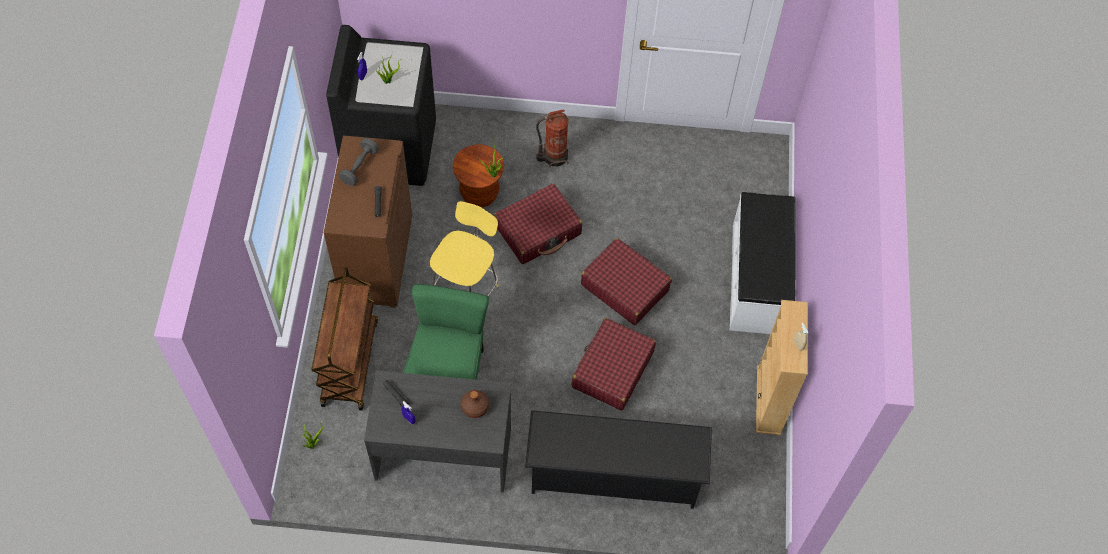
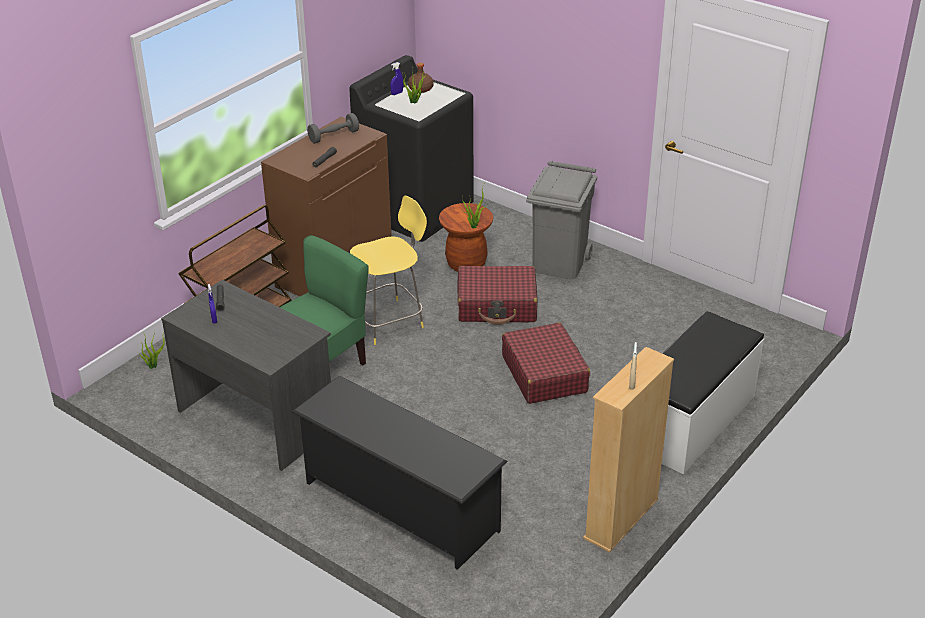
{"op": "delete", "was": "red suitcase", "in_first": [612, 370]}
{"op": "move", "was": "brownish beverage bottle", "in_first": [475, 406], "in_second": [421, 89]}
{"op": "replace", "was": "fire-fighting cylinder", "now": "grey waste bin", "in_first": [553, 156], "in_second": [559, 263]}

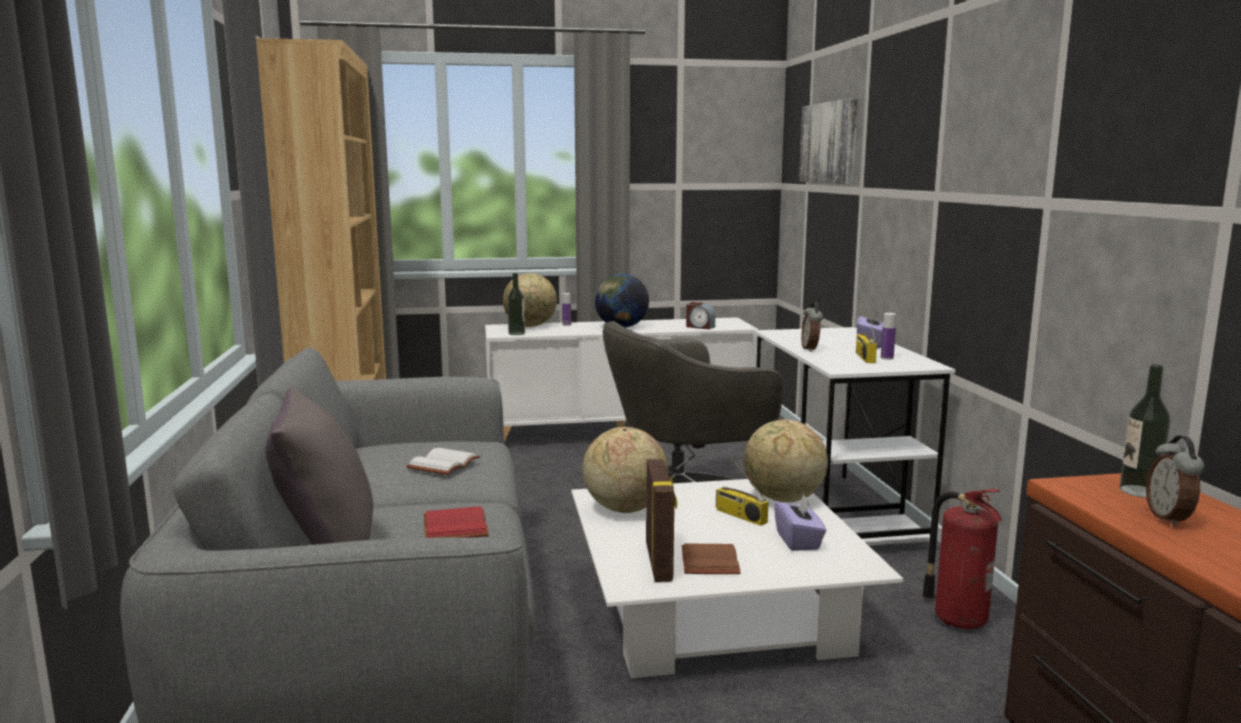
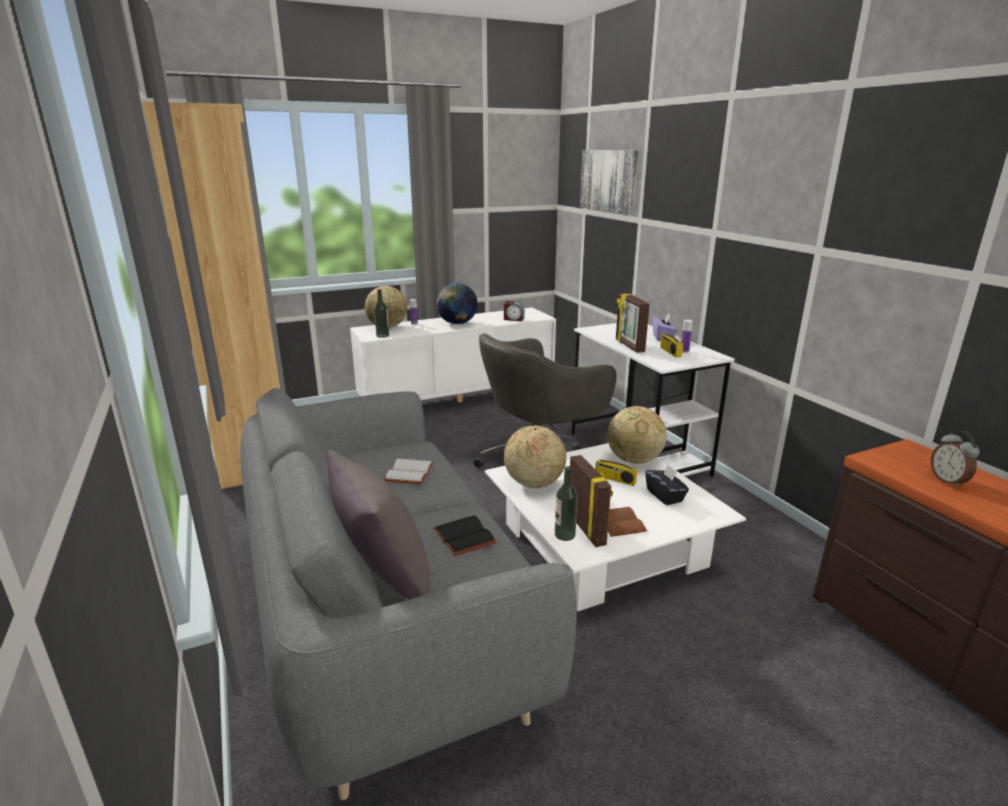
{"op": "delete", "was": "fire-fighting cylinder", "in_first": [958, 618]}
{"op": "move", "was": "beverage bottle", "in_first": [1139, 491], "in_second": [565, 535]}
{"op": "replace", "was": "bedside clock", "now": "picture frame", "in_first": [811, 349], "in_second": [629, 346]}
{"op": "recolor", "was": "red book", "now": "black-coloured book", "in_first": [453, 527], "in_second": [462, 537]}
{"op": "recolor", "was": "purple-coloured box of tissues", "now": "black-coloured box of tissues", "in_first": [798, 541], "in_second": [665, 496]}

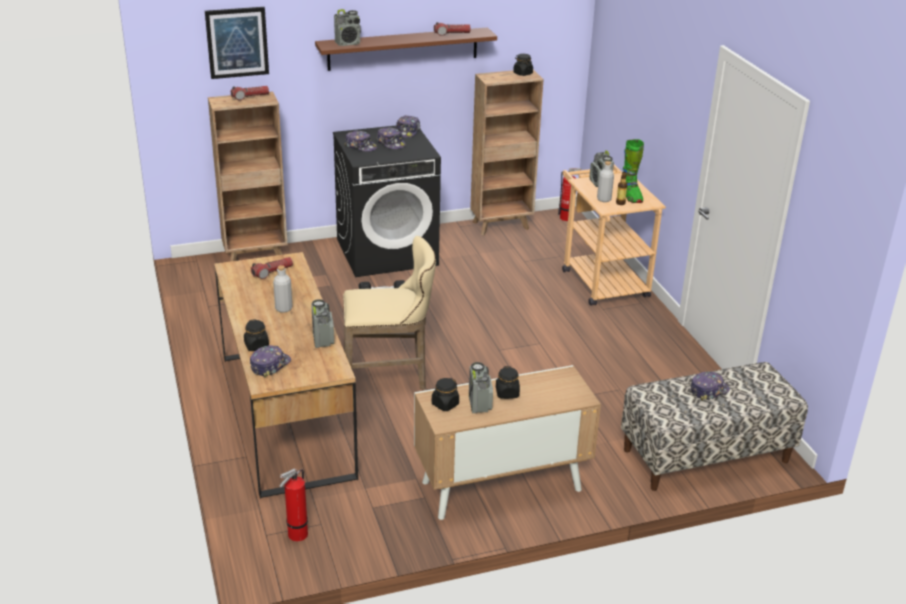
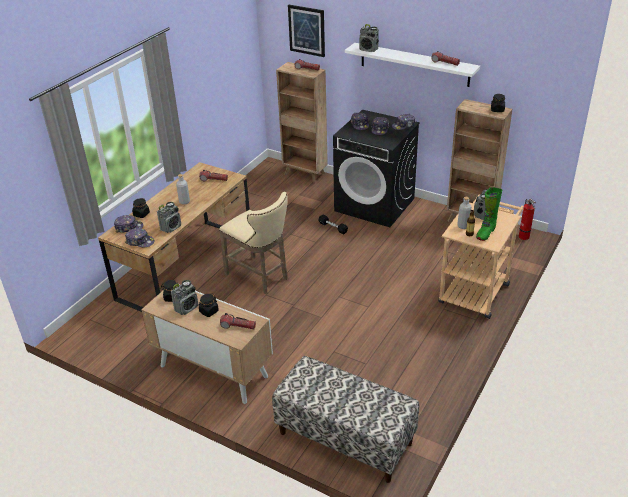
{"op": "delete", "was": "fire-fighting cylinder", "in_first": [296, 536]}
{"op": "insert", "now": "torch", "in_second": [238, 326]}
{"op": "move", "was": "peaked cap", "in_first": [708, 390], "in_second": [140, 241]}
{"op": "recolor", "was": "brownish bracket shelf", "now": "white-coloured bracket shelf", "in_first": [403, 49], "in_second": [414, 64]}

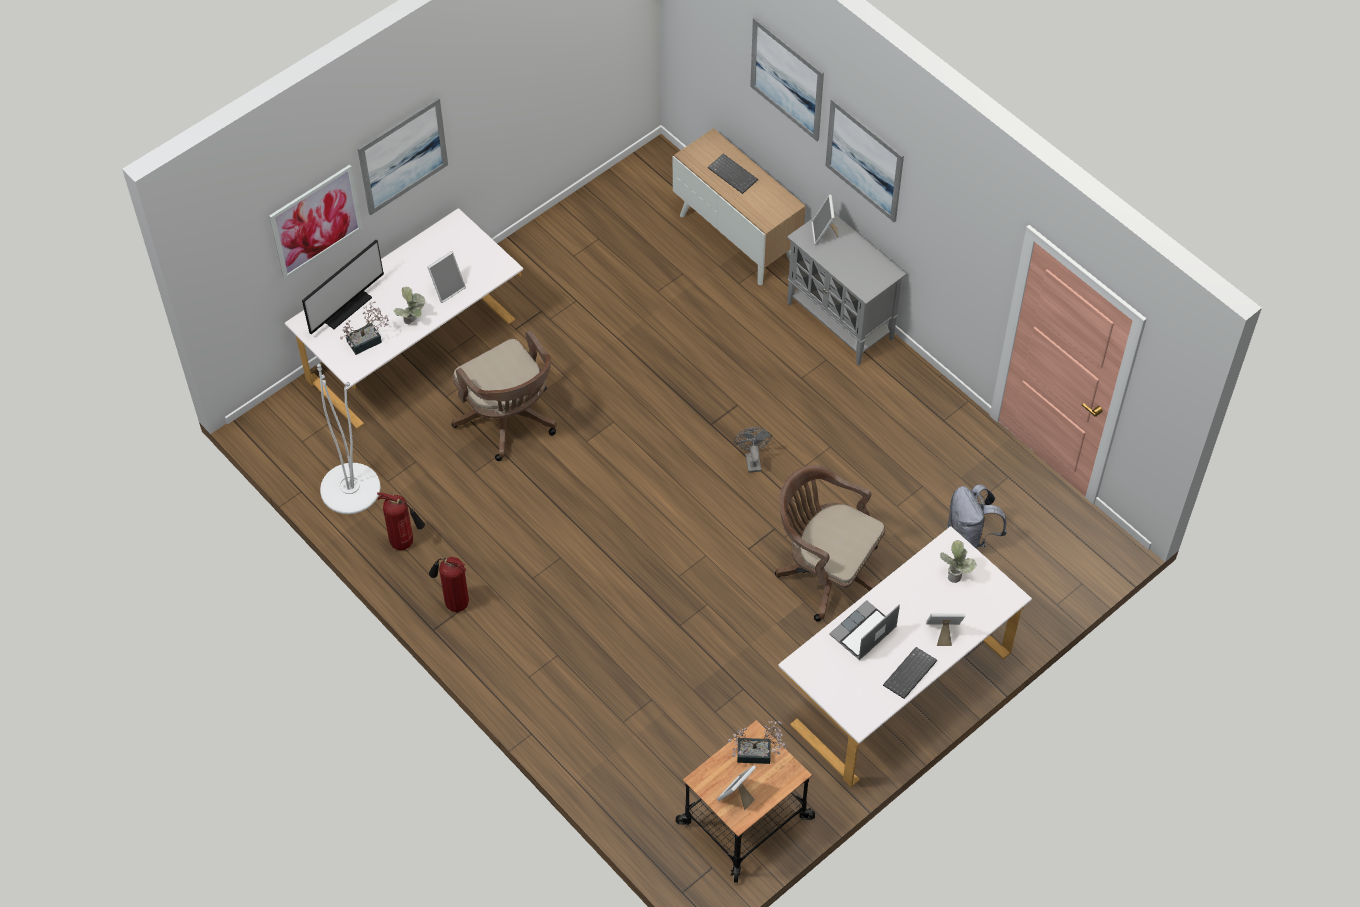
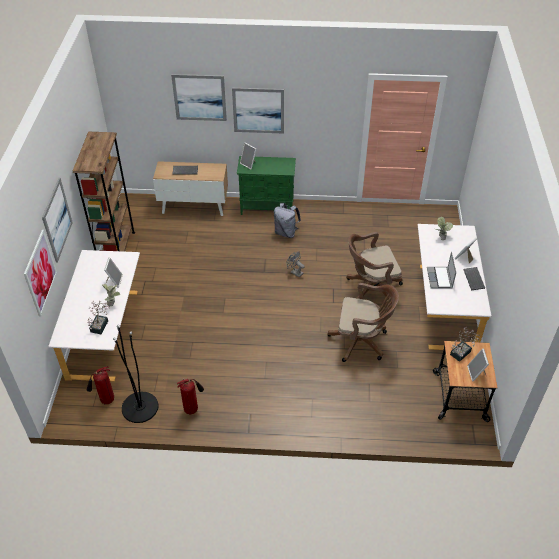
{"op": "delete", "was": "computer display", "in_first": [343, 306]}
{"op": "insert", "now": "brownish shelving unit", "in_second": [117, 250]}
{"op": "move", "was": "fire-fighting cylinder", "in_first": [454, 603], "in_second": [105, 401]}
{"op": "move", "was": "brownish desk chair", "in_first": [509, 421], "in_second": [361, 341]}
{"op": "move", "was": "grey backpack", "in_first": [970, 537], "in_second": [286, 232]}
{"op": "recolor", "was": "white-coloured floor lamp", "now": "black-coloured floor lamp", "in_first": [350, 488], "in_second": [140, 407]}
{"op": "recolor", "was": "grey cupboard", "now": "green cupboard", "in_first": [841, 321], "in_second": [267, 207]}

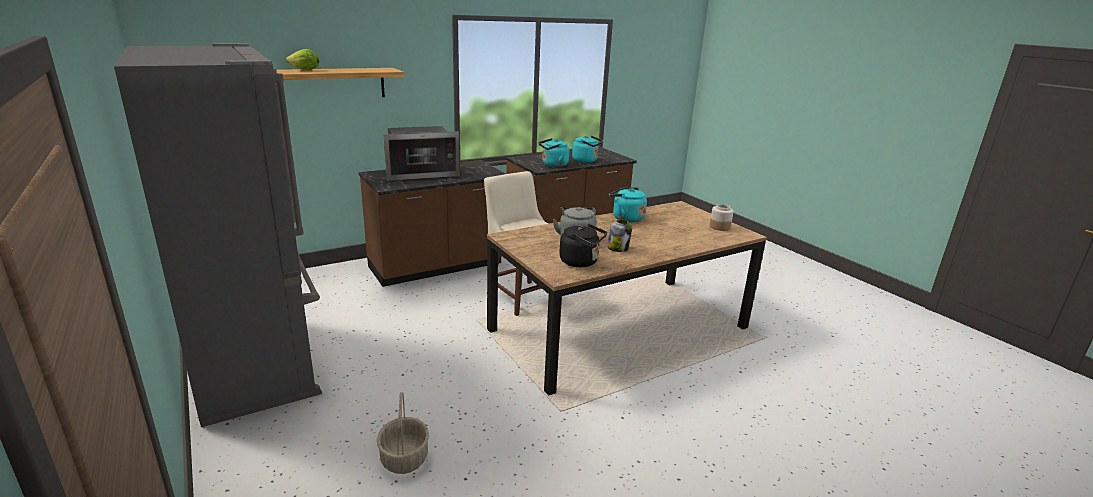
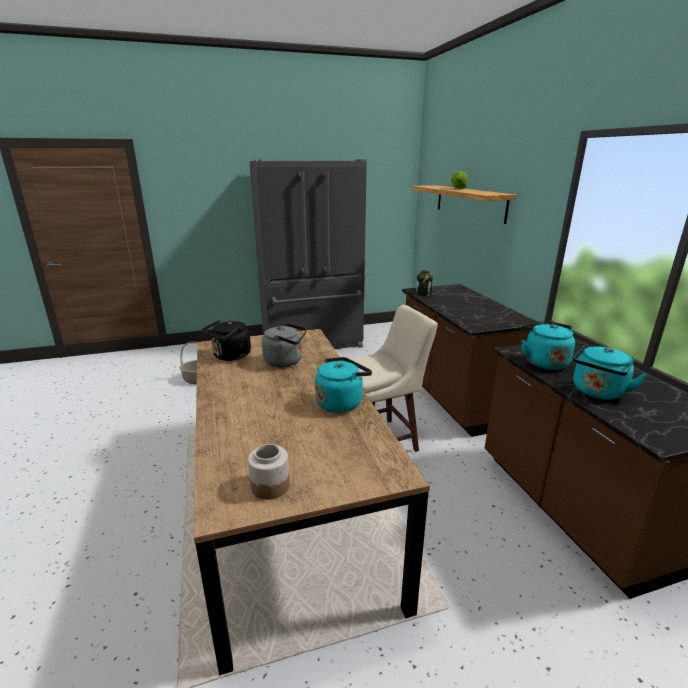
{"op": "delete", "was": "kitchen microwave", "in_first": [420, 173]}
{"op": "move", "was": "storage jar", "in_first": [618, 248], "in_second": [424, 294]}

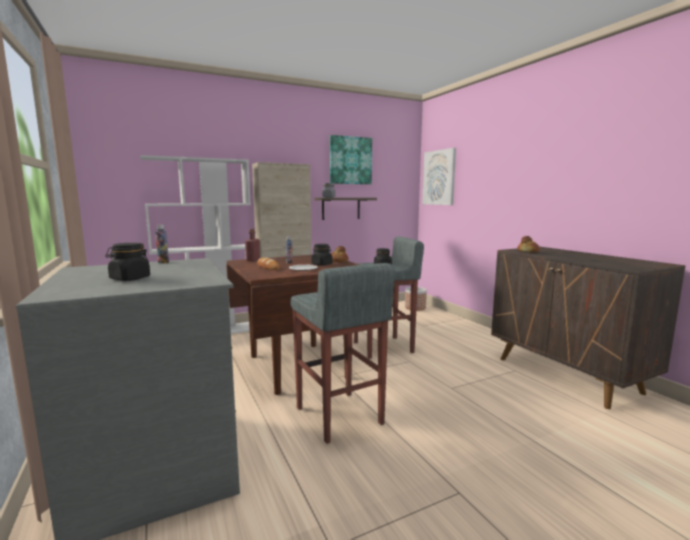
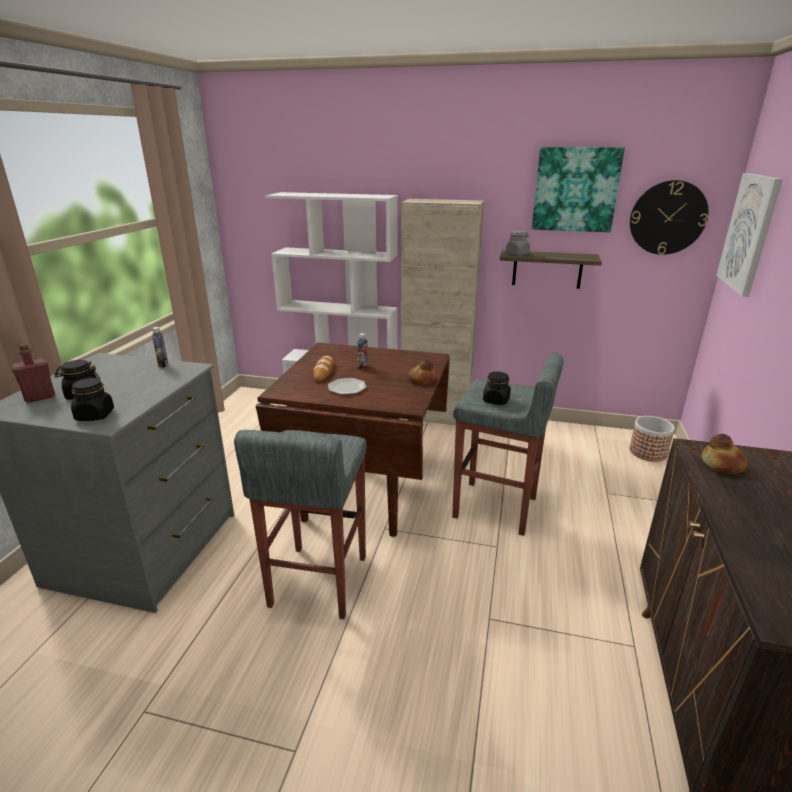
{"op": "insert", "now": "wall clock", "in_second": [667, 218]}
{"op": "move", "was": "red beverage bottle", "in_first": [253, 260], "in_second": [40, 397]}
{"op": "move", "was": "black-coloured storage jar", "in_first": [322, 264], "in_second": [95, 415]}

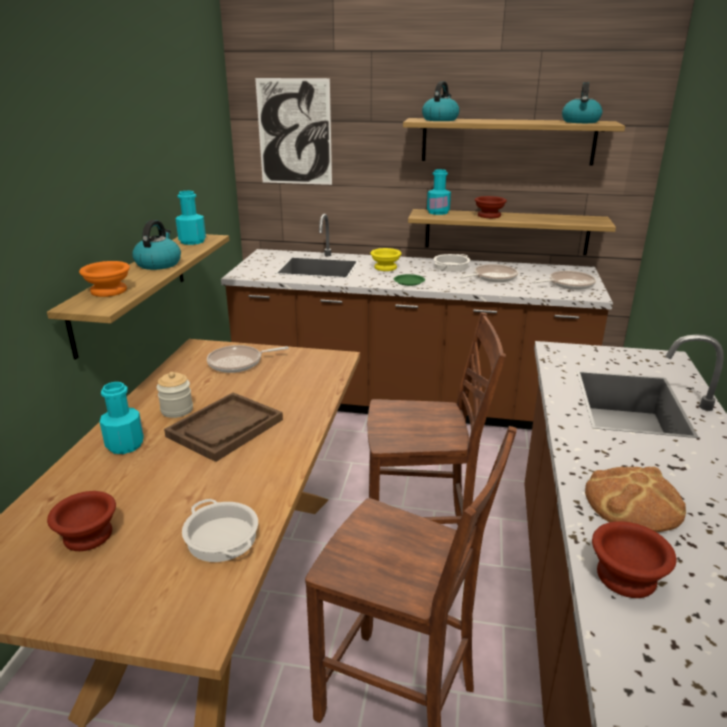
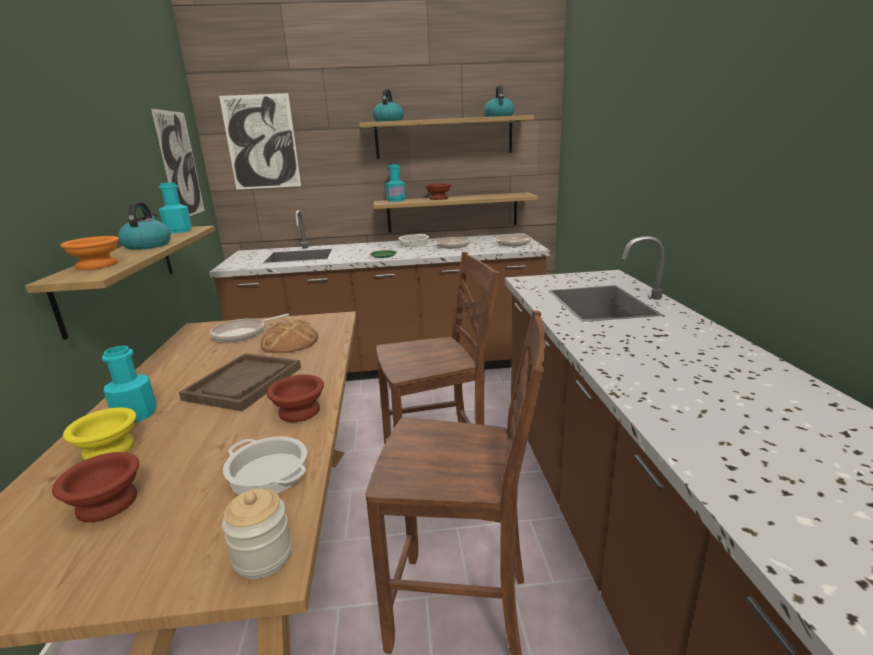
{"op": "insert", "now": "picture", "in_second": [180, 165]}
{"op": "move", "was": "storage jar", "in_first": [177, 410], "in_second": [263, 556]}
{"op": "move", "was": "yellow-coloured deep dish", "in_first": [385, 267], "in_second": [109, 448]}
{"op": "move", "was": "bread", "in_first": [633, 502], "in_second": [290, 342]}
{"op": "move", "was": "brownish deep dish", "in_first": [625, 575], "in_second": [299, 411]}

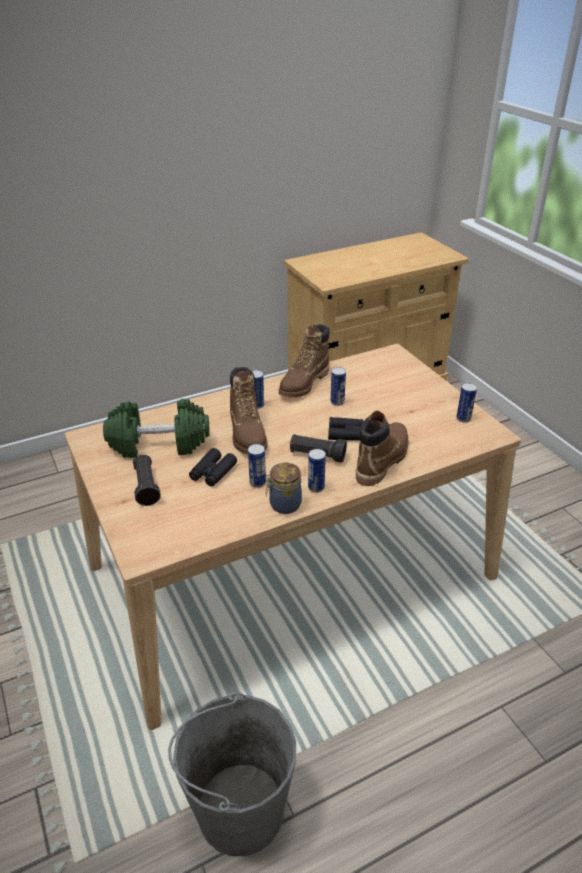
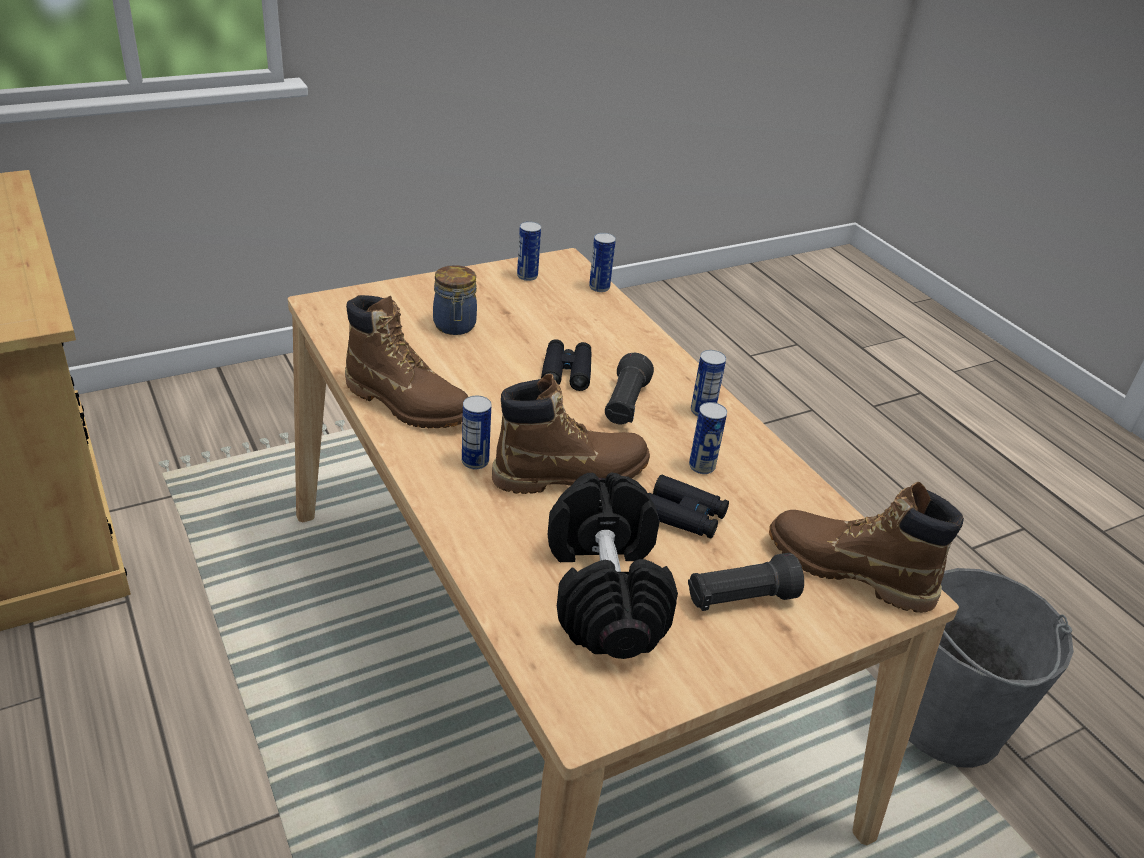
{"op": "move", "was": "storage jar", "in_first": [283, 505], "in_second": [455, 326]}
{"op": "move", "was": "can", "in_first": [337, 402], "in_second": [599, 287]}
{"op": "move", "was": "brownish high-top boot", "in_first": [382, 460], "in_second": [848, 571]}
{"op": "recolor", "was": "green hand weight", "now": "black-coloured hand weight", "in_first": [159, 443], "in_second": [604, 590]}

